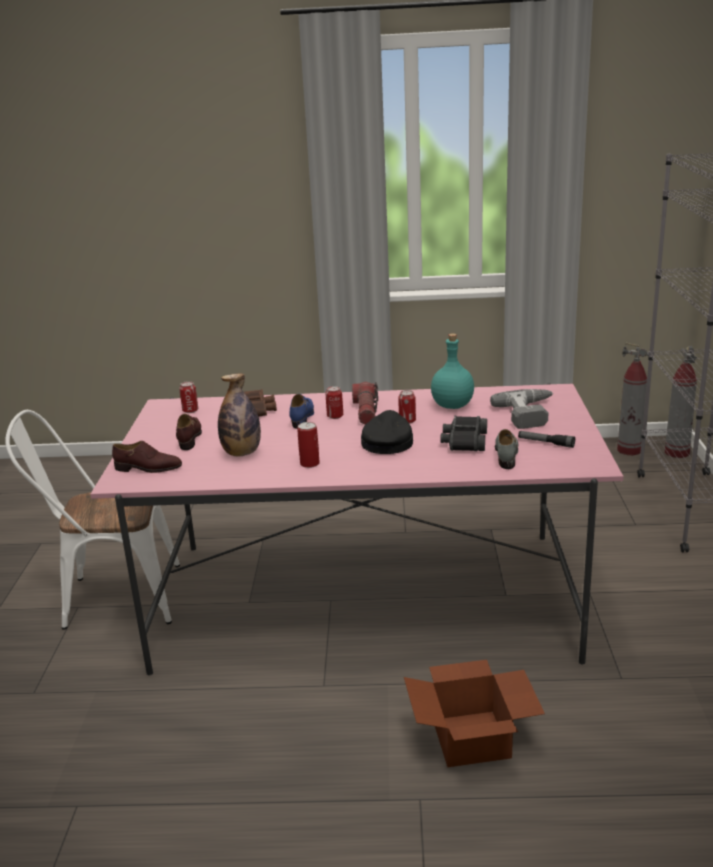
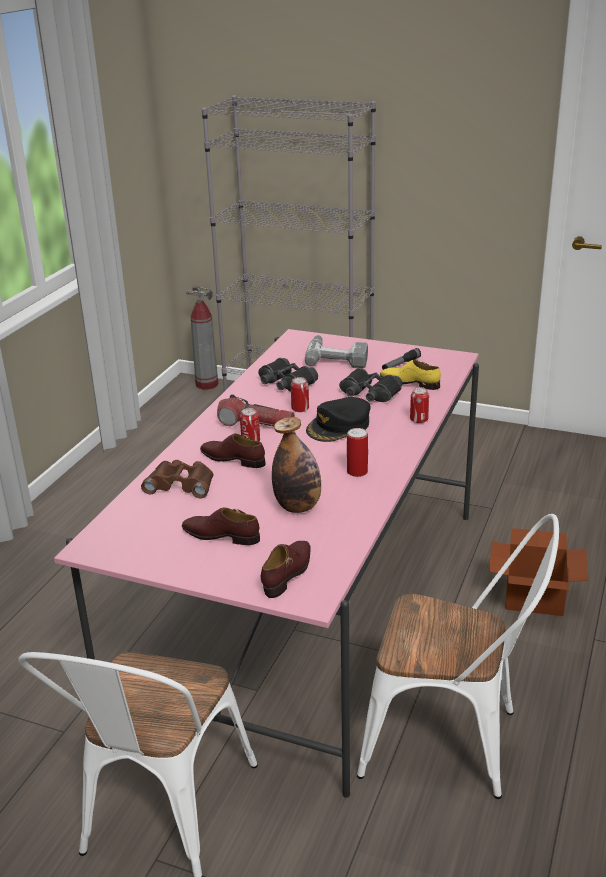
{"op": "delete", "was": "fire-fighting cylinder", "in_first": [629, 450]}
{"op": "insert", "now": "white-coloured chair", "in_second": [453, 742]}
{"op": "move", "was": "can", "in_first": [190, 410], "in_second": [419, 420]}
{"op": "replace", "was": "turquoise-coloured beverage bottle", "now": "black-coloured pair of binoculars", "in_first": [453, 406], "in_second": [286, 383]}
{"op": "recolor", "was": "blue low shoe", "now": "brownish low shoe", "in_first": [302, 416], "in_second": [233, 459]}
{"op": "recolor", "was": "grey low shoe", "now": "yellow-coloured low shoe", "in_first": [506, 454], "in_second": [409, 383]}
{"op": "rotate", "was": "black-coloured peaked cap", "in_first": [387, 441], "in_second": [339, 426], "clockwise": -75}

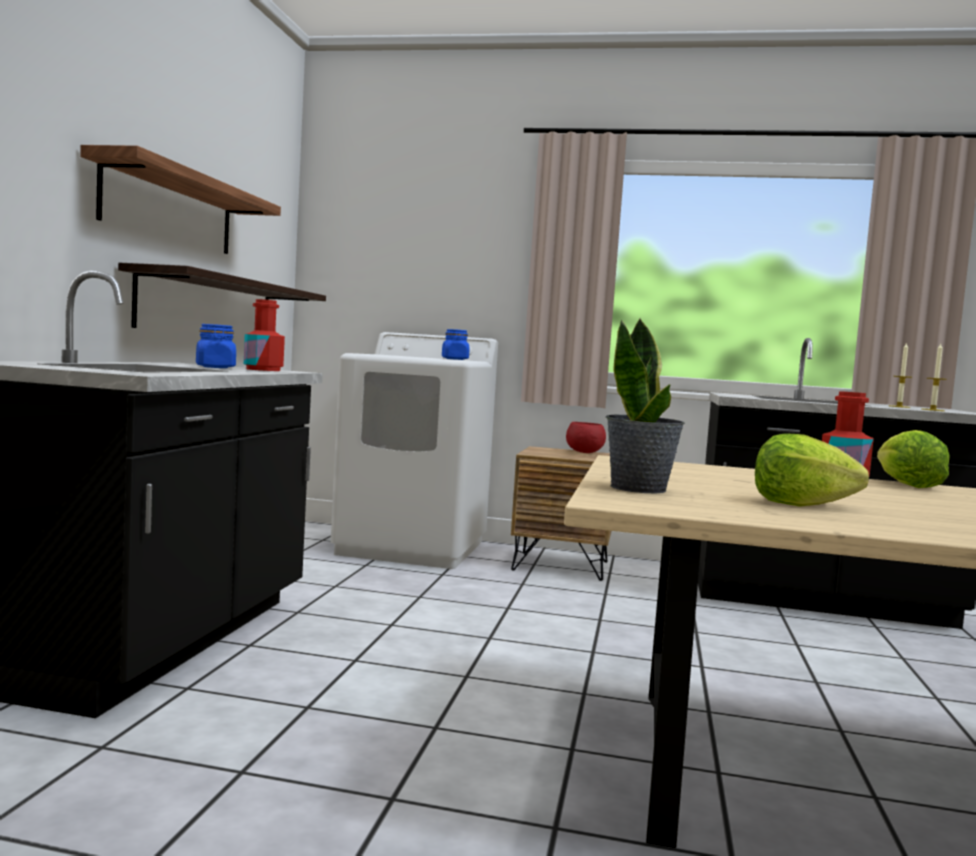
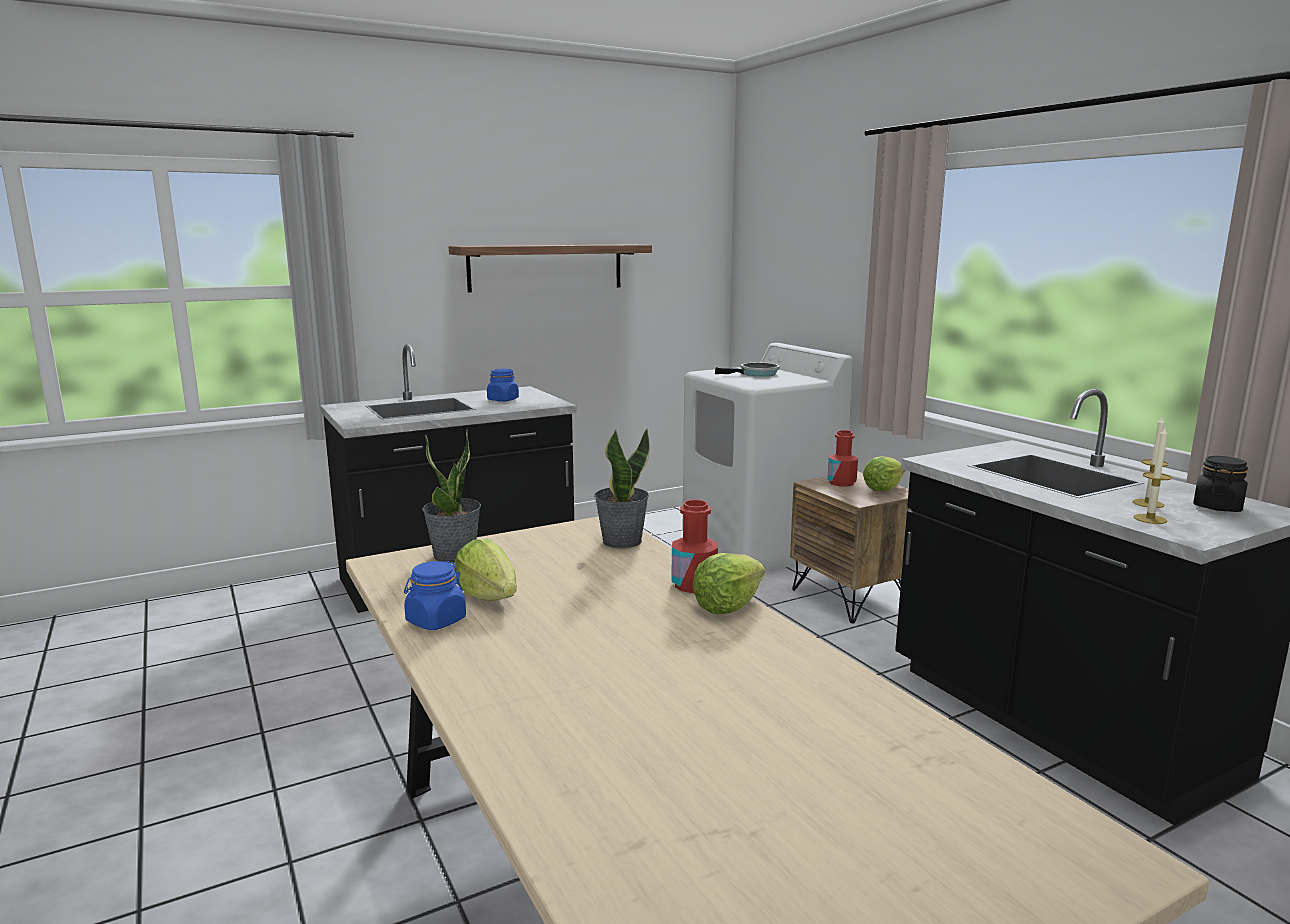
{"op": "delete", "was": "bracket shelf", "in_first": [209, 306]}
{"op": "insert", "now": "houseplant", "in_second": [621, 541]}
{"op": "insert", "now": "frying pan", "in_second": [756, 374]}
{"op": "insert", "now": "black-coloured storage jar", "in_second": [1217, 507]}
{"op": "move", "was": "red beverage bottle", "in_first": [263, 370], "in_second": [841, 483]}
{"op": "move", "was": "blue storage jar", "in_first": [455, 359], "in_second": [436, 621]}
{"op": "replace", "was": "red deep dish", "now": "head of lettuce", "in_first": [584, 452], "in_second": [883, 488]}

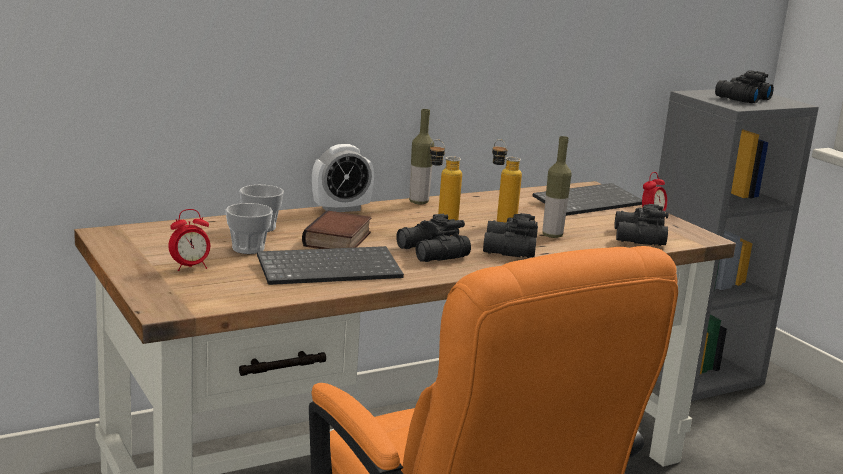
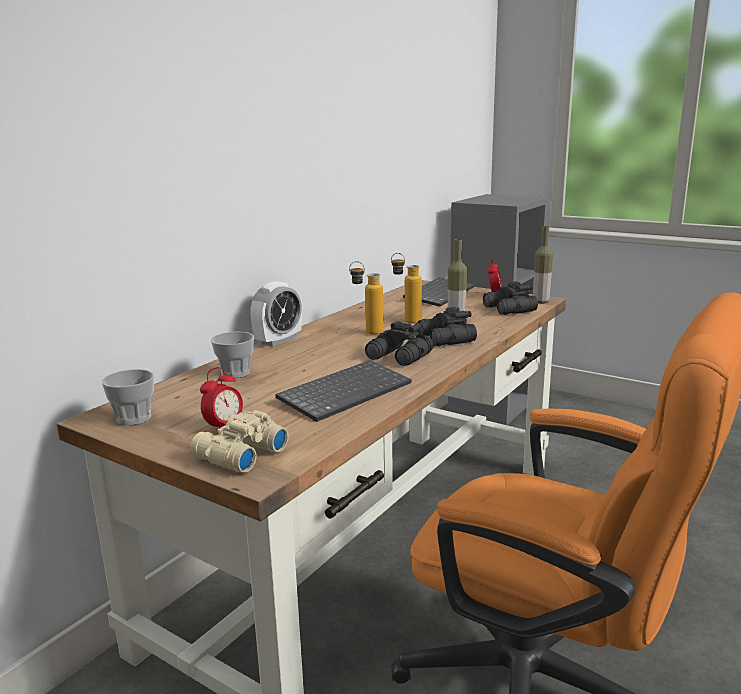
{"op": "delete", "was": "book", "in_first": [339, 240]}
{"op": "delete", "was": "black-coloured pair of binoculars", "in_first": [741, 98]}
{"op": "insert", "now": "beige pair of binoculars", "in_second": [238, 454]}
{"op": "move", "was": "cup", "in_first": [248, 248], "in_second": [134, 418]}
{"op": "move", "was": "beverage bottle", "in_first": [418, 202], "in_second": [540, 302]}

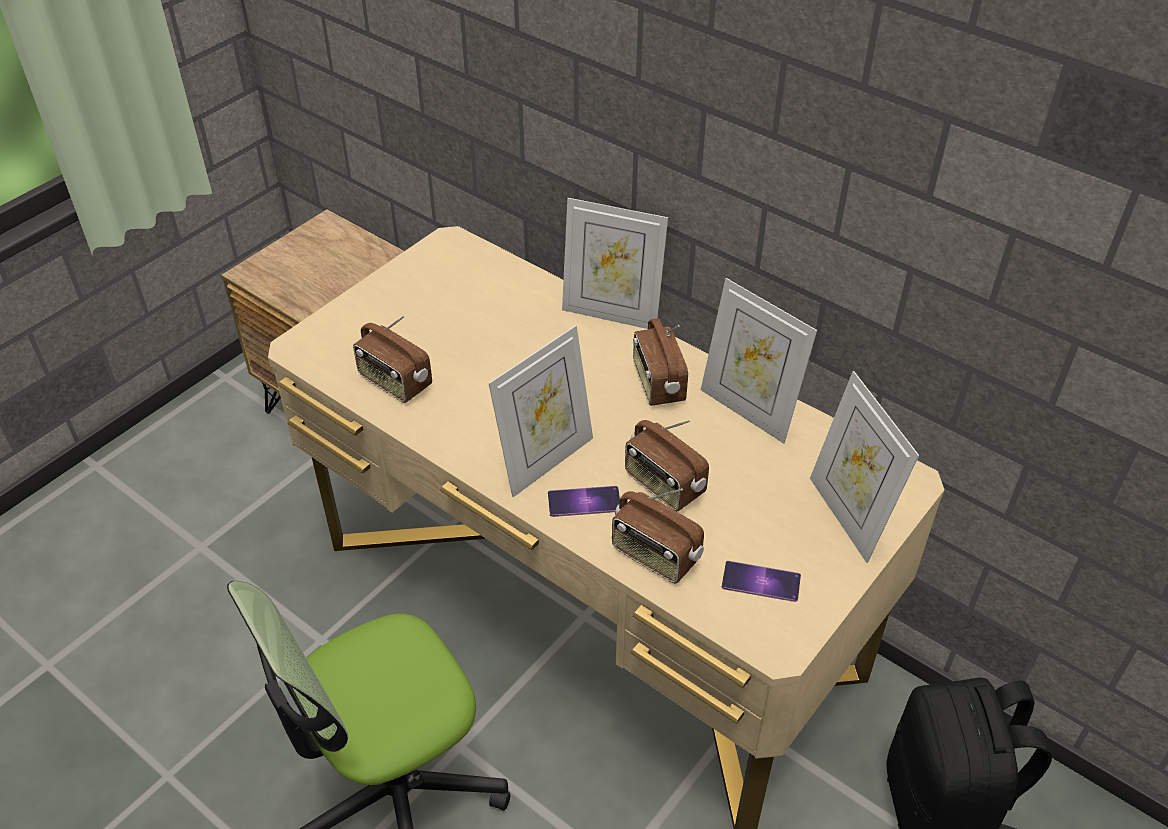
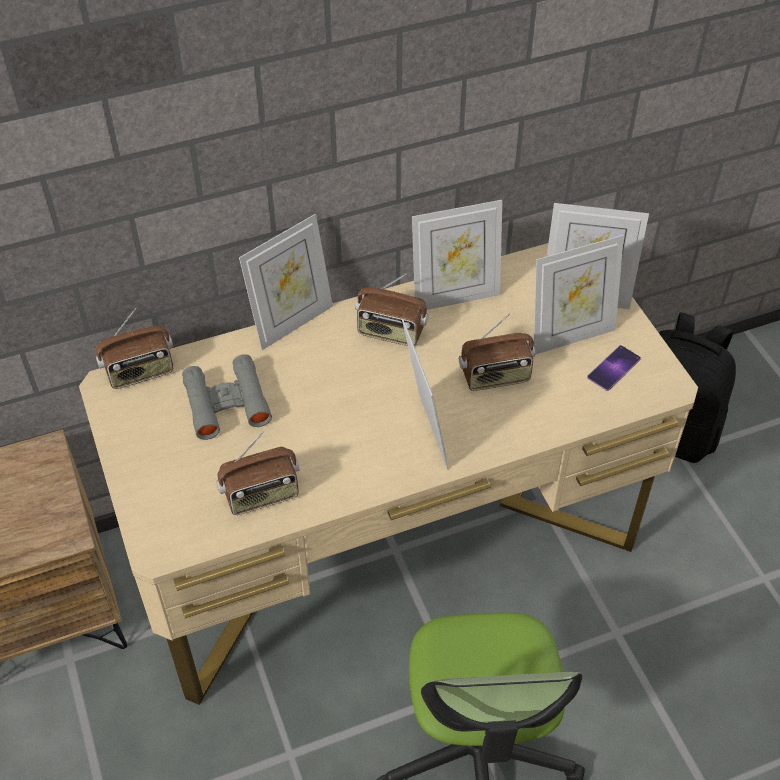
{"op": "delete", "was": "telephone", "in_first": [584, 502]}
{"op": "insert", "now": "grey pair of binoculars", "in_second": [226, 403]}
{"op": "insert", "now": "picture frame", "in_second": [570, 335]}
{"op": "move", "was": "radio receiver", "in_first": [655, 556], "in_second": [140, 372]}

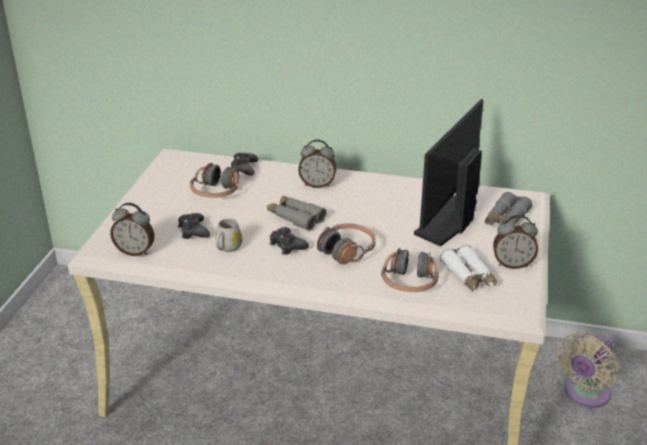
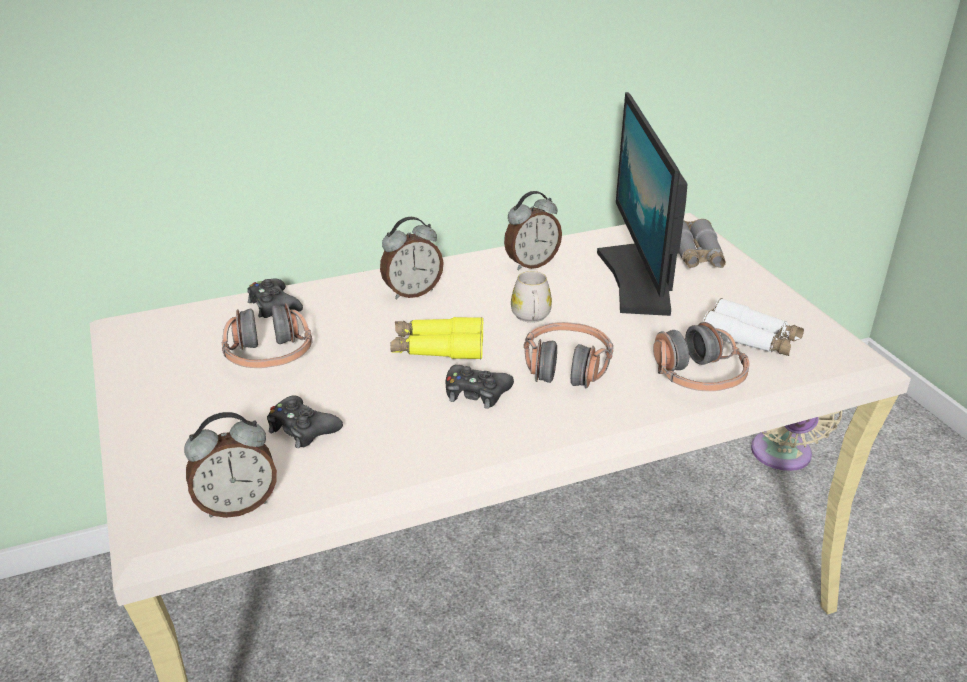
{"op": "move", "was": "white-coloured mug", "in_first": [227, 248], "in_second": [531, 317]}
{"op": "move", "was": "bedside clock", "in_first": [512, 264], "in_second": [531, 263]}
{"op": "recolor", "was": "grey pair of binoculars", "now": "yellow-coloured pair of binoculars", "in_first": [295, 217], "in_second": [438, 348]}

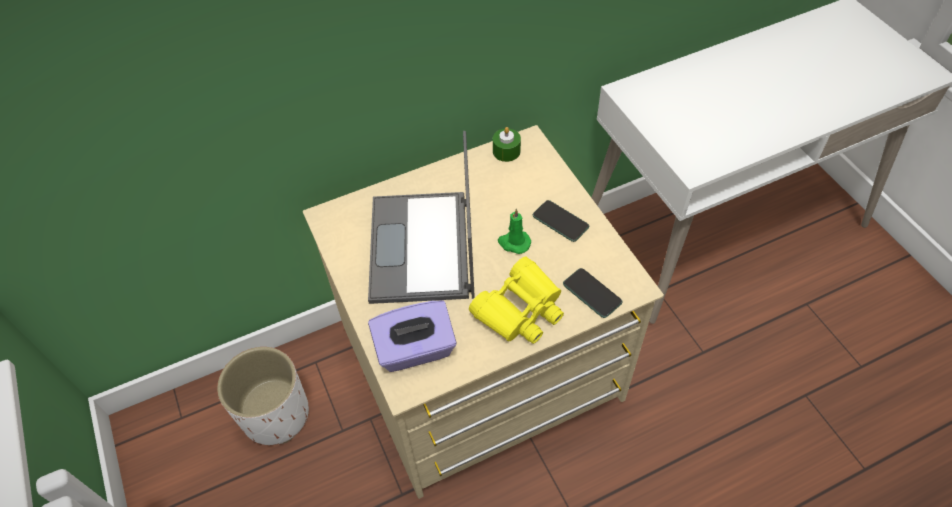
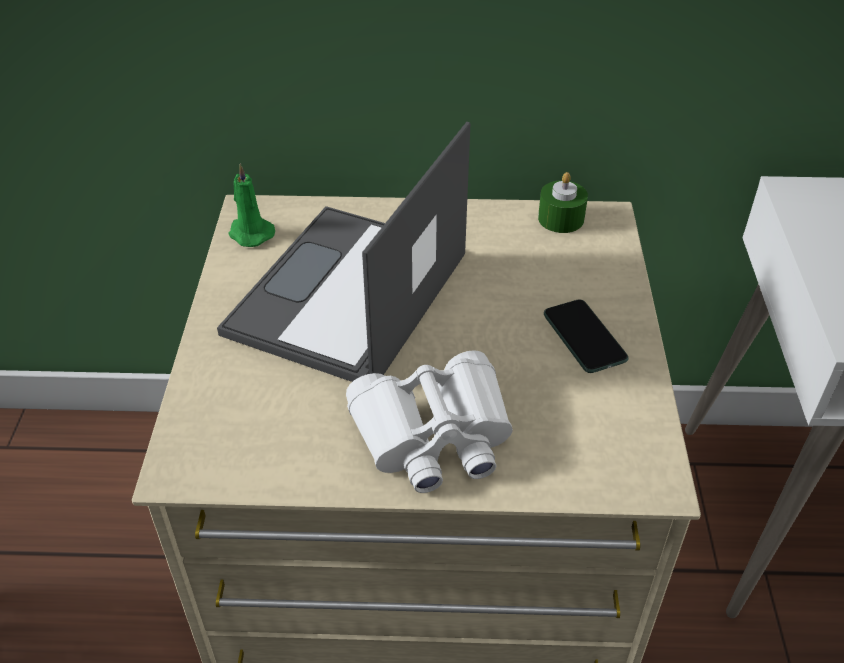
{"op": "delete", "was": "white-coloured planter", "in_first": [276, 414]}
{"op": "delete", "was": "purple-coloured box of tissues", "in_first": [415, 350]}
{"op": "delete", "was": "telephone", "in_first": [592, 293]}
{"op": "move", "was": "green wax candle", "in_first": [514, 243], "in_second": [250, 233]}
{"op": "recolor", "was": "yellow-coloured pair of binoculars", "now": "white-coloured pair of binoculars", "in_first": [520, 310], "in_second": [433, 435]}

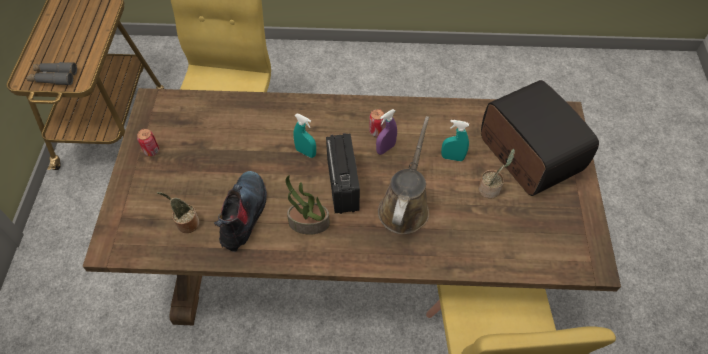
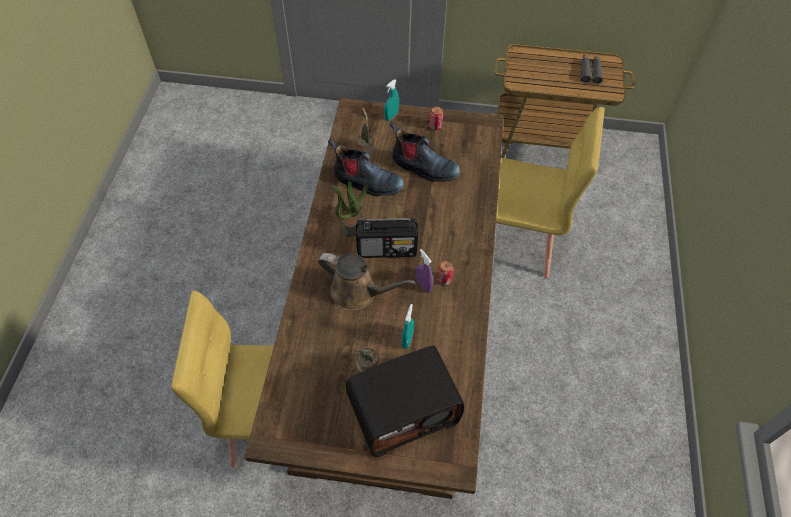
{"op": "insert", "now": "high-top boot", "in_second": [423, 167]}
{"op": "move", "was": "grey pair of binoculars", "in_first": [54, 77], "in_second": [590, 72]}
{"op": "move", "was": "turquoise-coloured sprayer", "in_first": [306, 152], "in_second": [391, 116]}

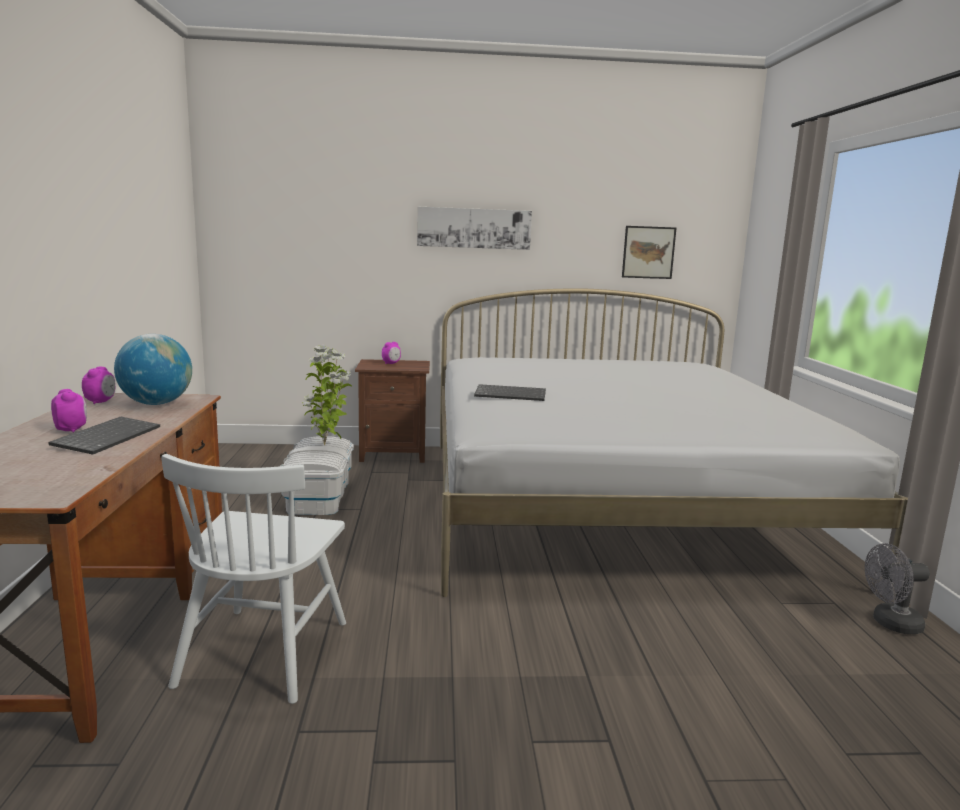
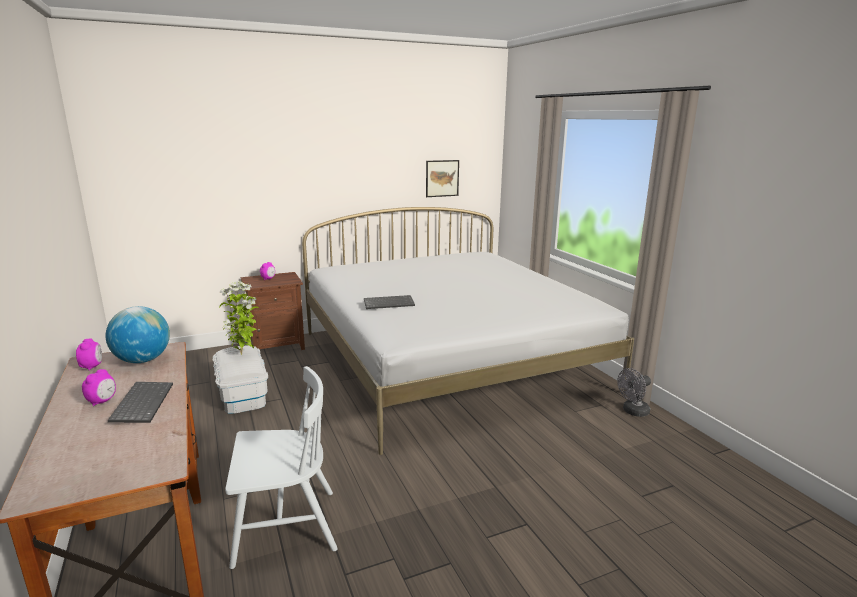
{"op": "delete", "was": "picture", "in_first": [474, 228]}
{"op": "rotate", "was": "bedside clock", "in_first": [71, 430], "in_second": [102, 401], "clockwise": 75}
{"op": "rotate", "was": "white-coloured chair", "in_first": [263, 652], "in_second": [284, 527], "clockwise": -90}

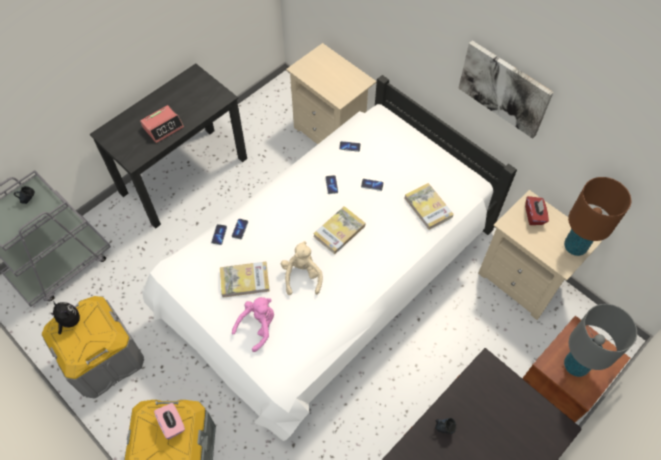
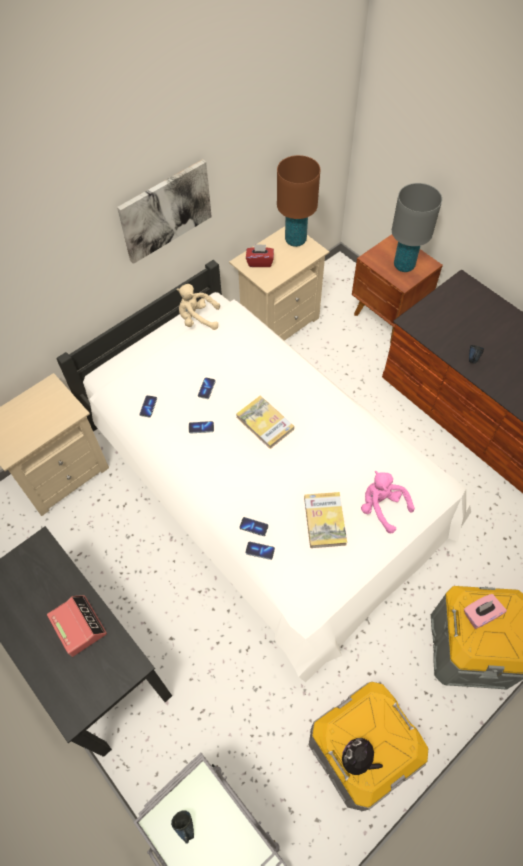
{"op": "delete", "was": "book", "in_first": [428, 207]}
{"op": "move", "was": "beige plush toy", "in_first": [302, 276], "in_second": [197, 319]}

